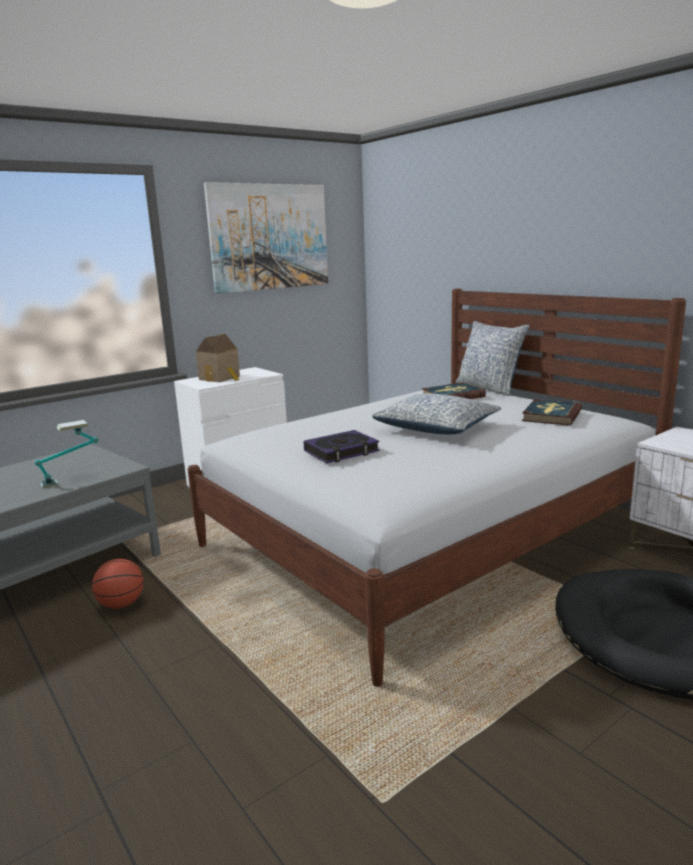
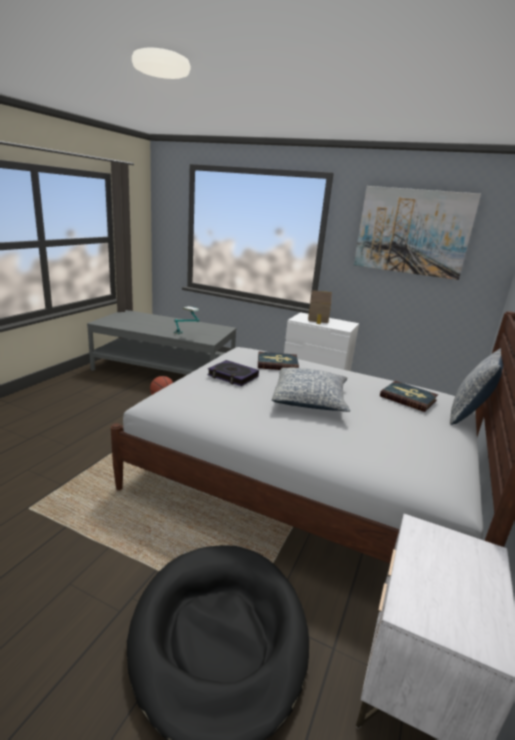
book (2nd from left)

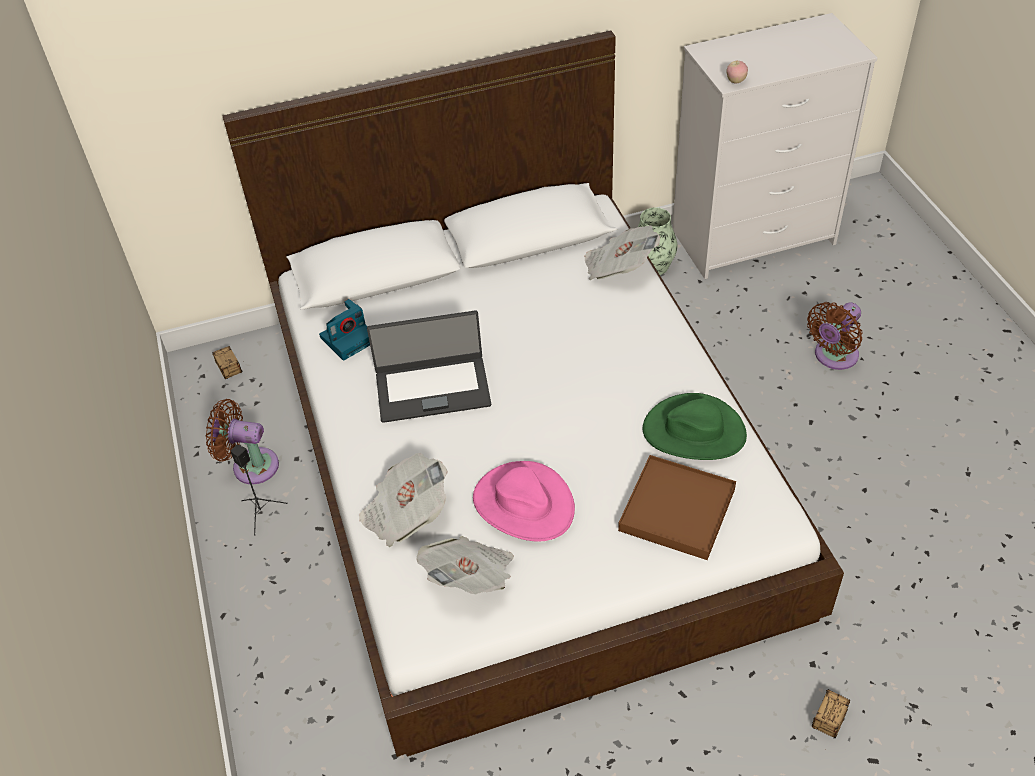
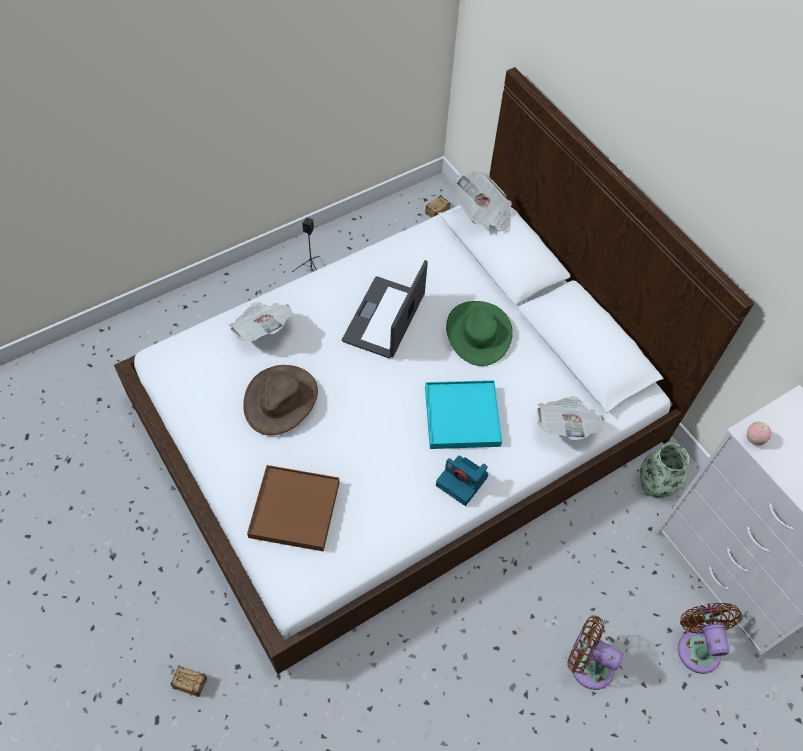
hat/brown
laptop
tray/turquoise
photo camera
hat/green
newspaper (2nd from left)
fan/brown (2nd from left)

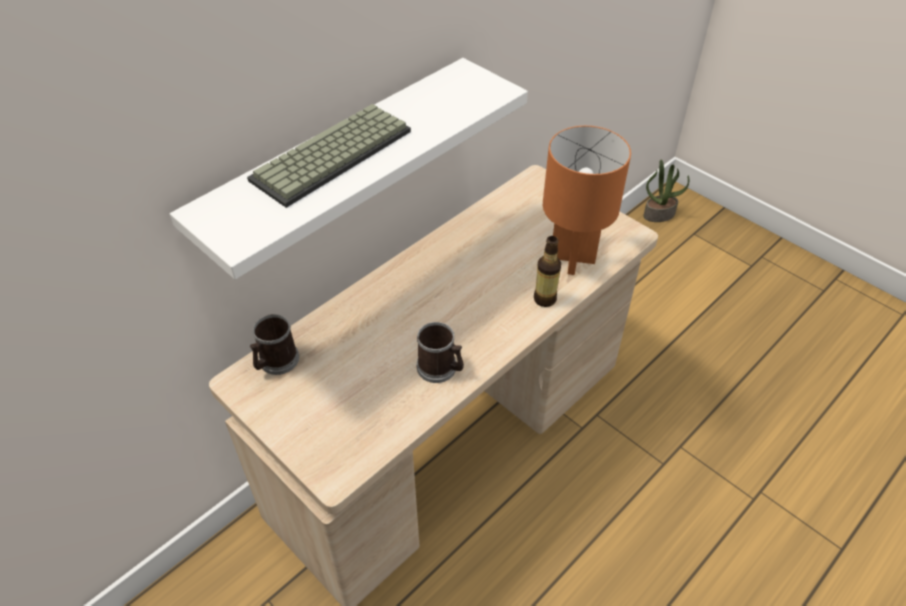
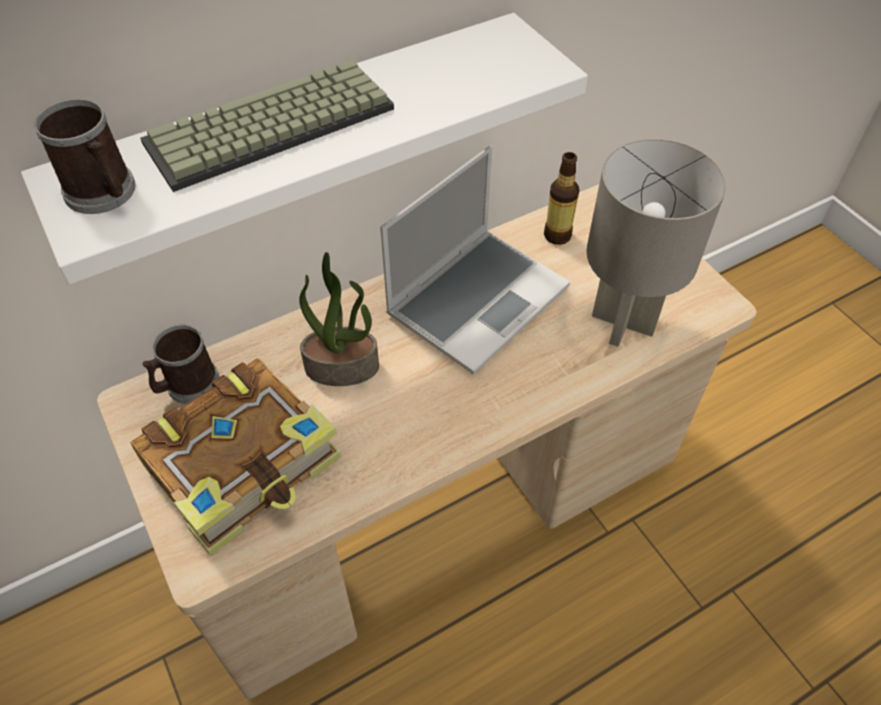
mug (1st from left)
book
potted plant
laptop
bottle
table lamp/grey

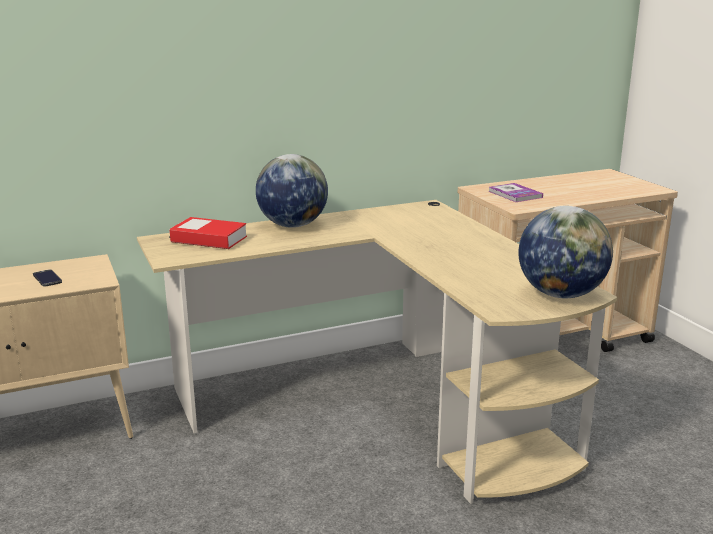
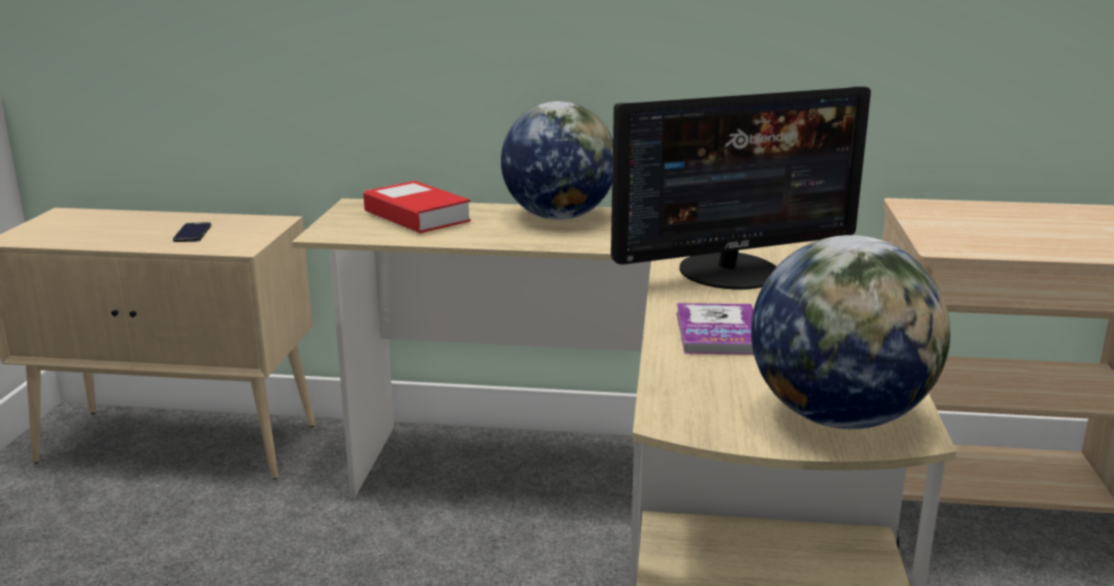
monitor
book (2nd from left)

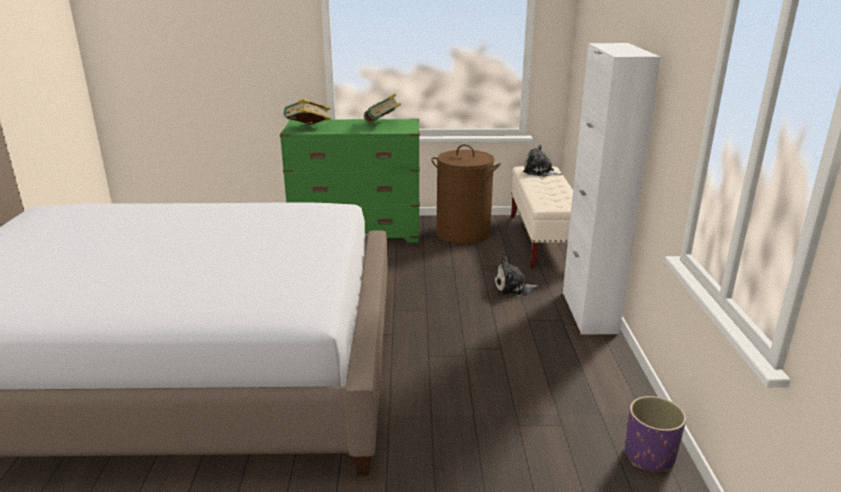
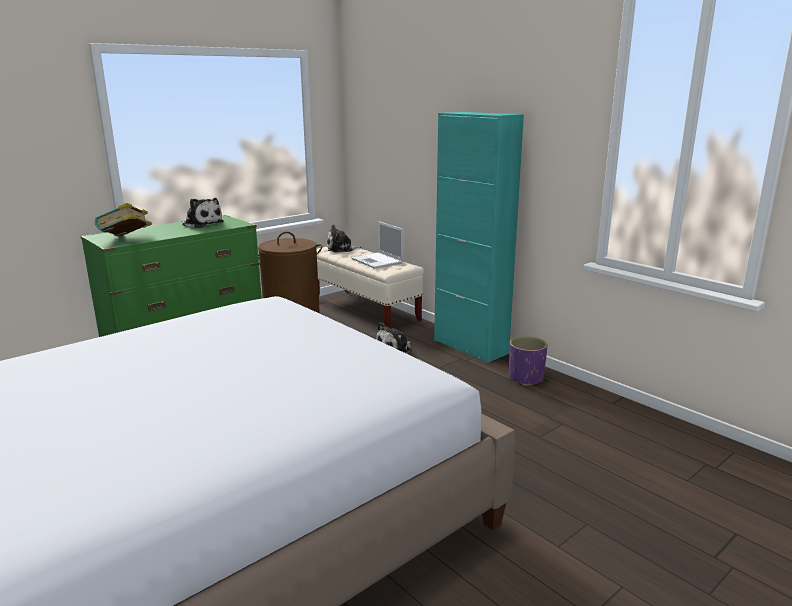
plush toy (1st from left)
laptop
cabinet/turquoise
planter/purple

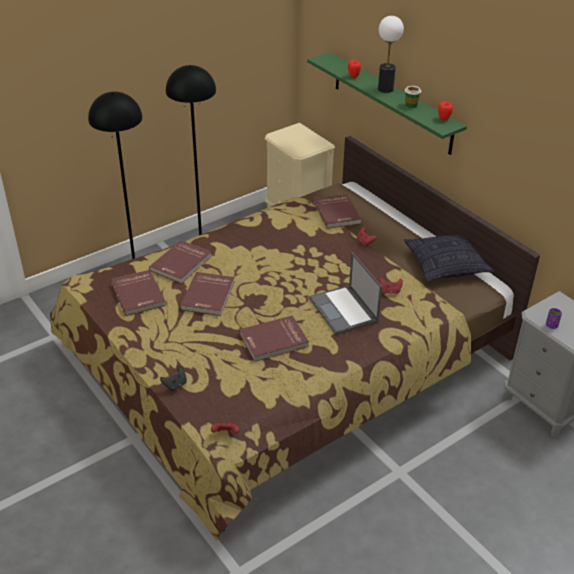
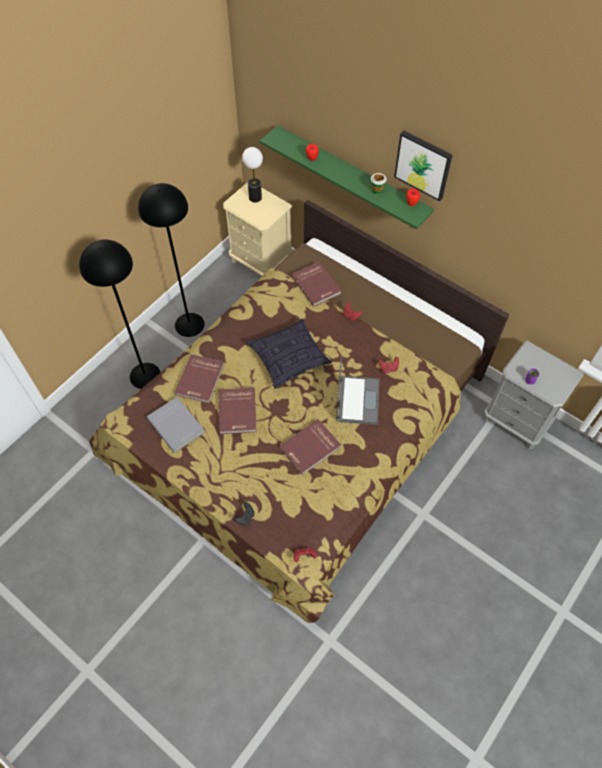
book/grey
table lamp
pillow
laptop
picture

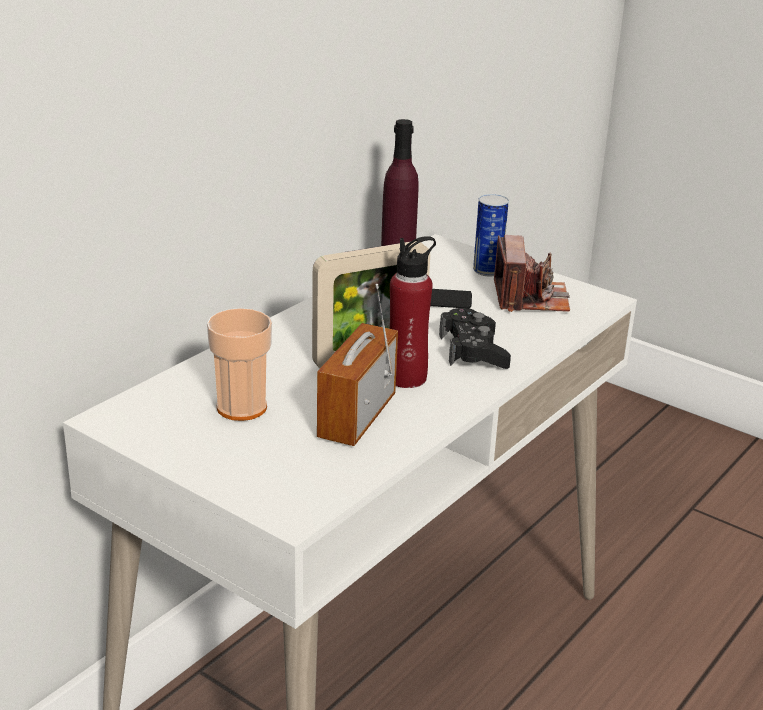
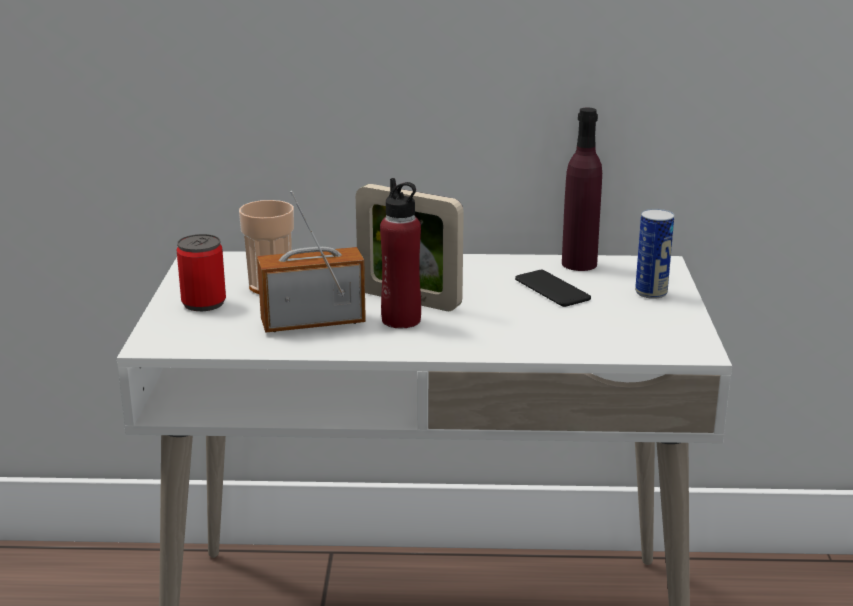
can (1st from left)
game controller/black
photo camera

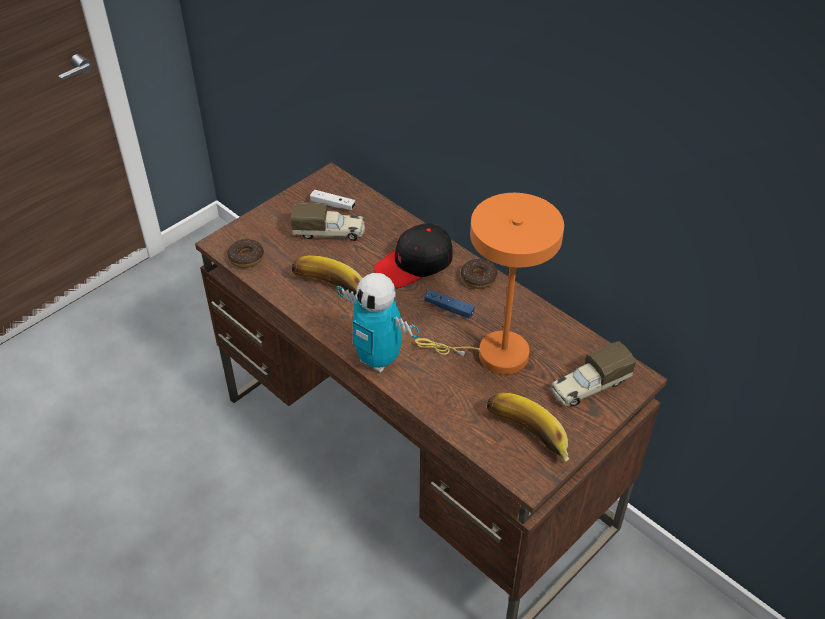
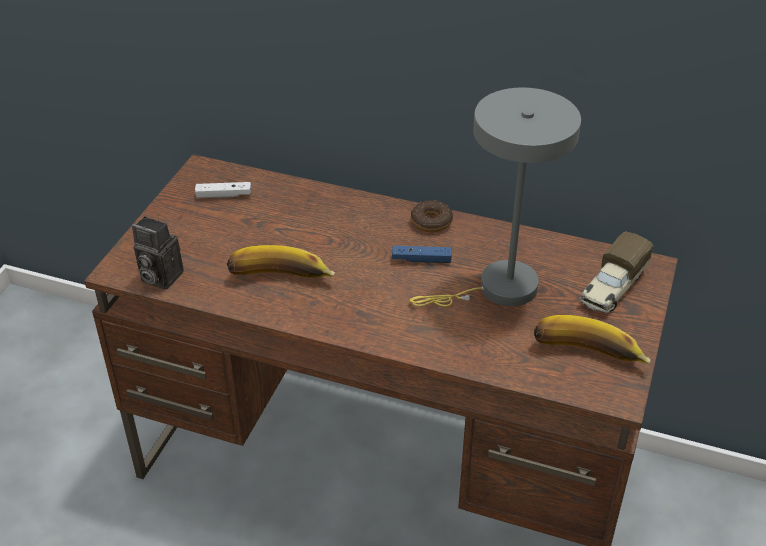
photo camera
table lamp/grey
toy truck (1st from left in the first image)
toy robot
cap/black

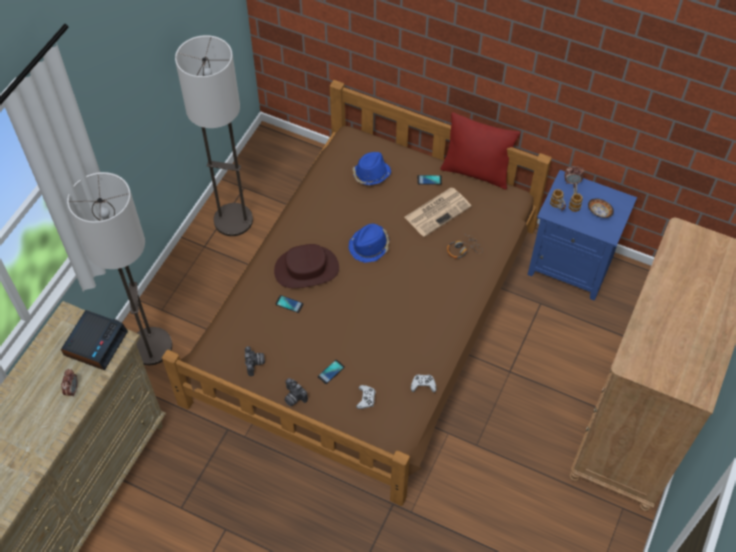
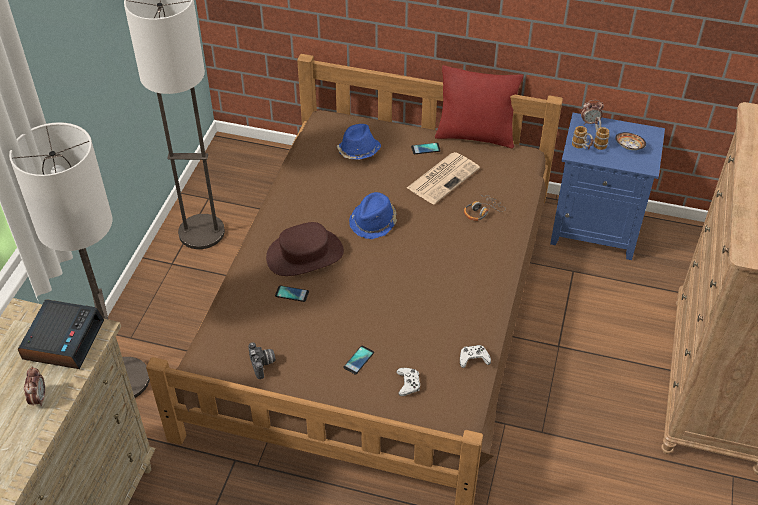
photo camera (2nd from left in the first image)

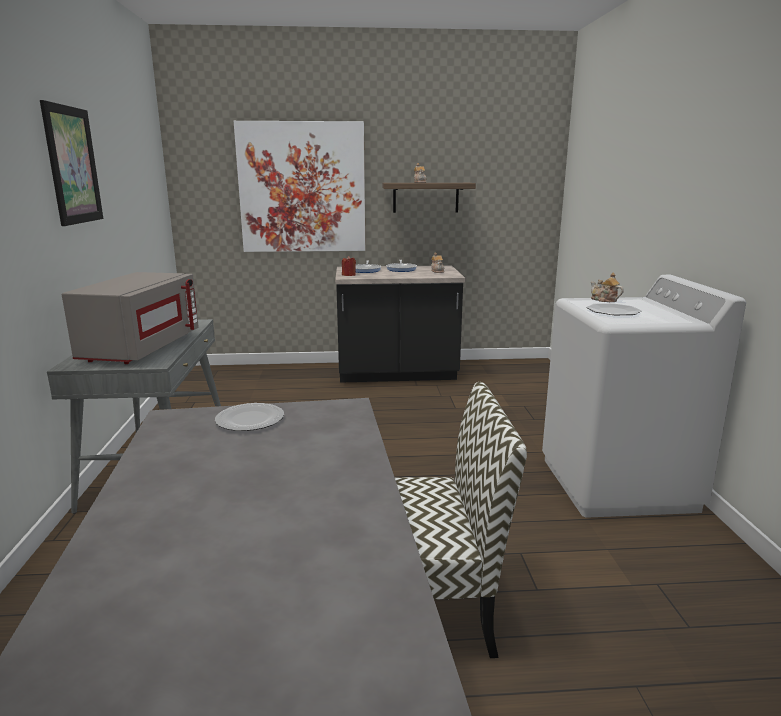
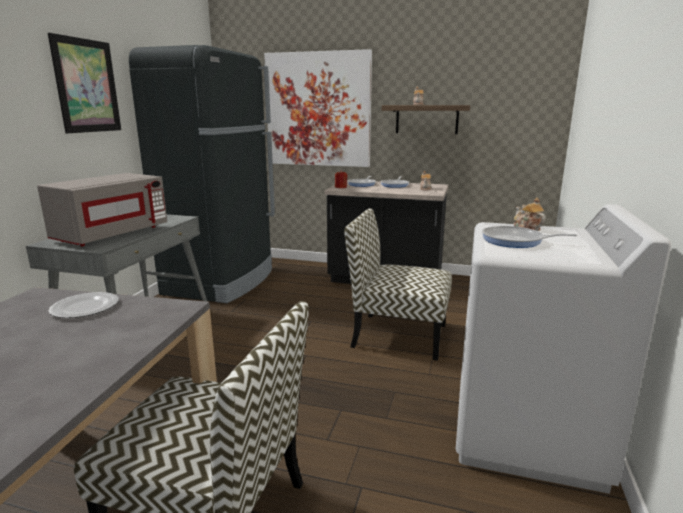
fridge/black
chair (2nd from left)
frying pan (3rd from left)

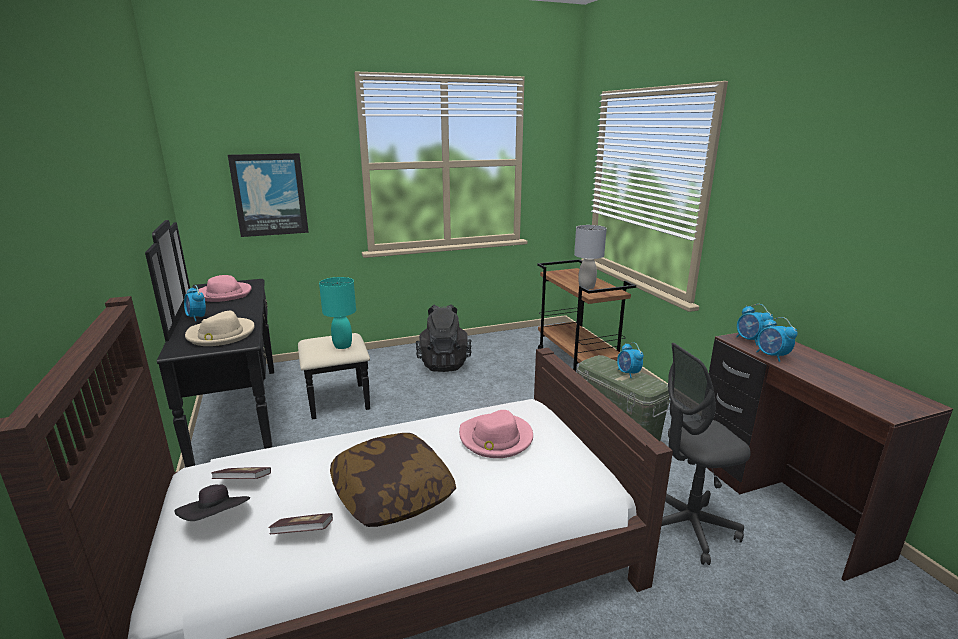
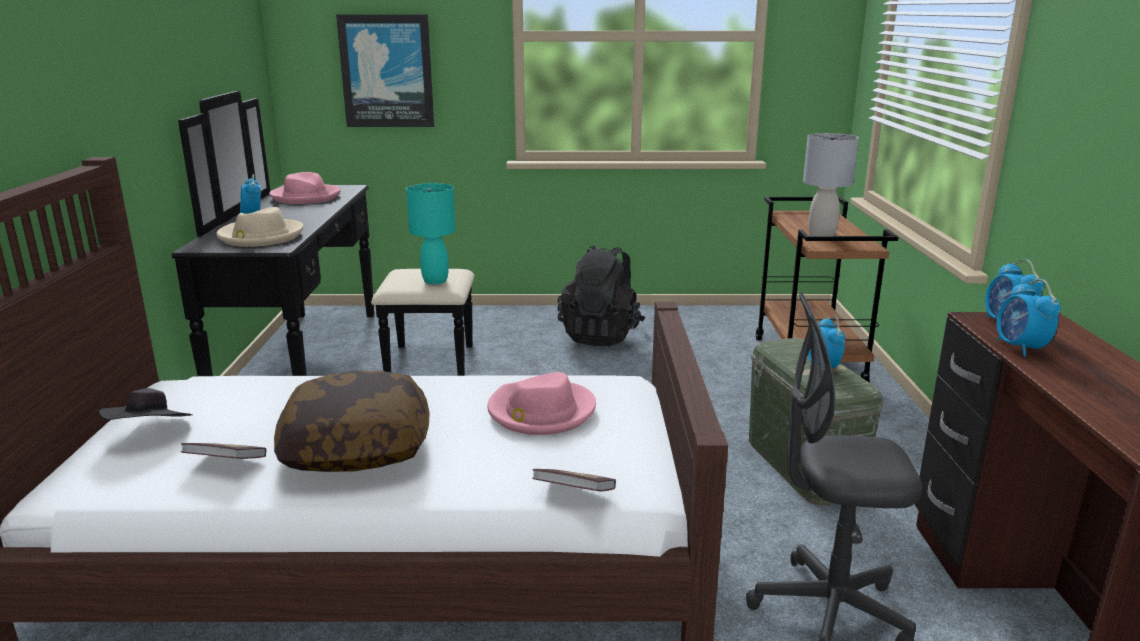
book (2nd from left)

